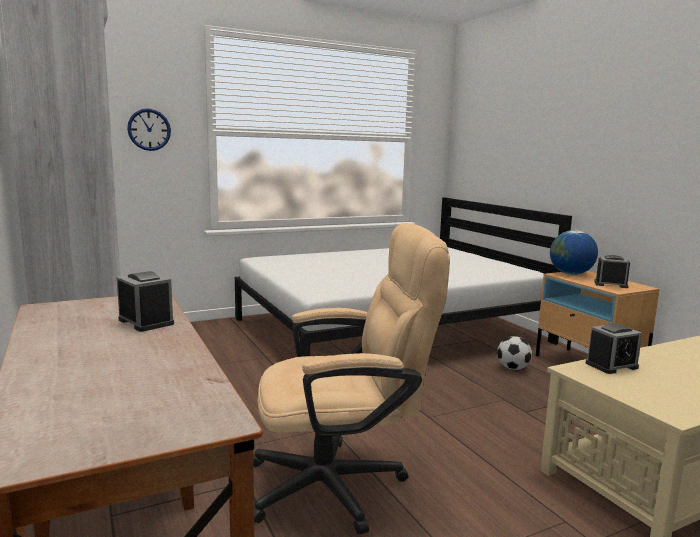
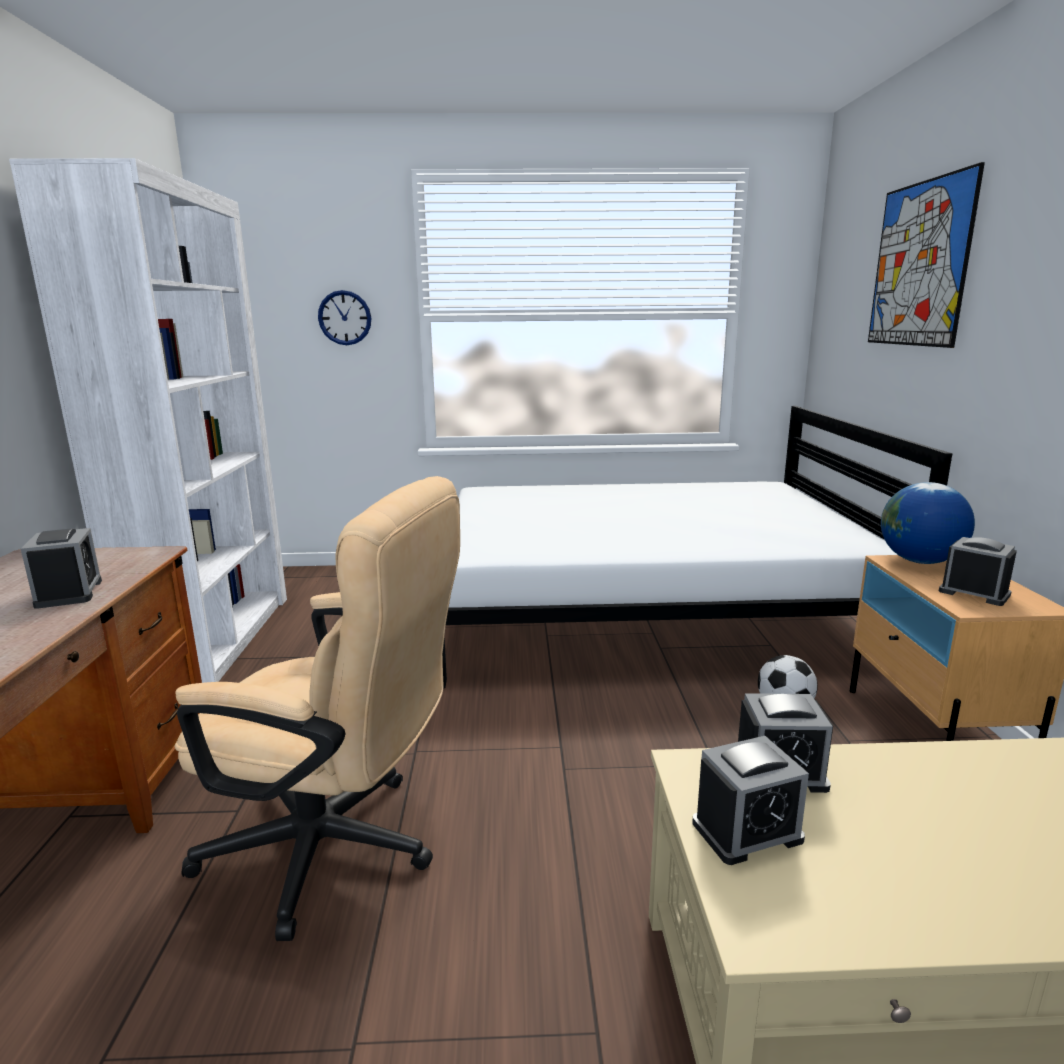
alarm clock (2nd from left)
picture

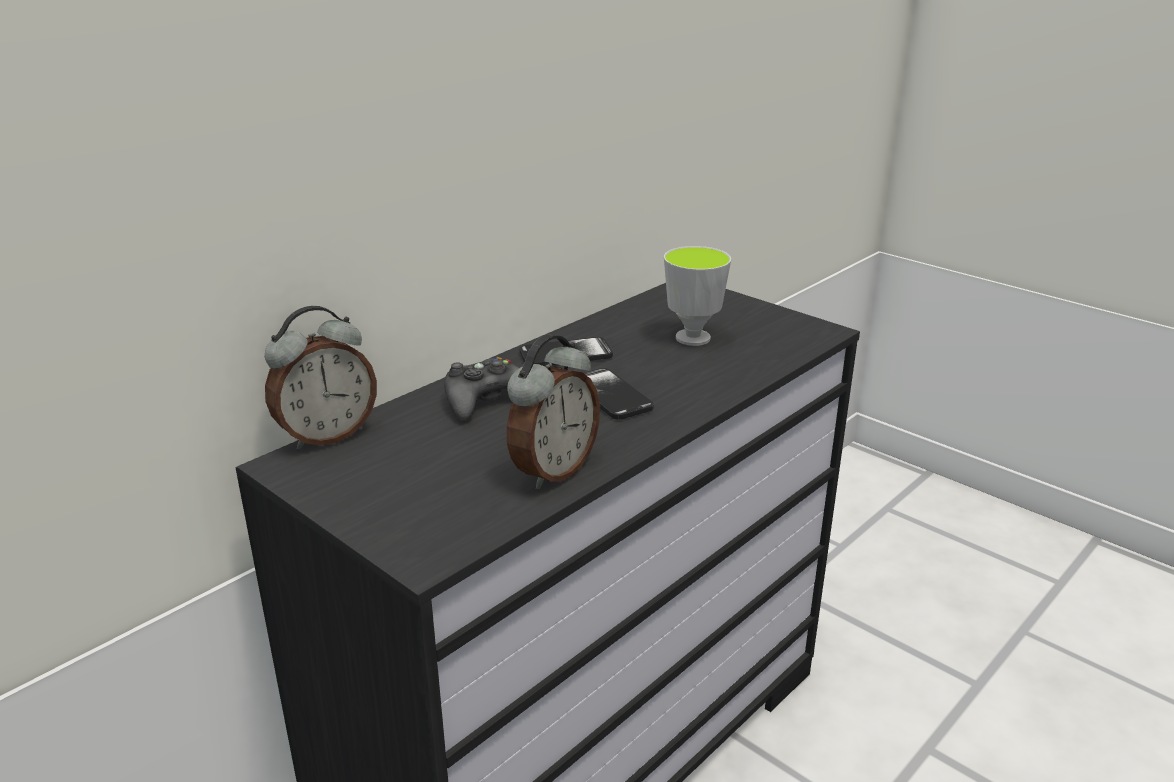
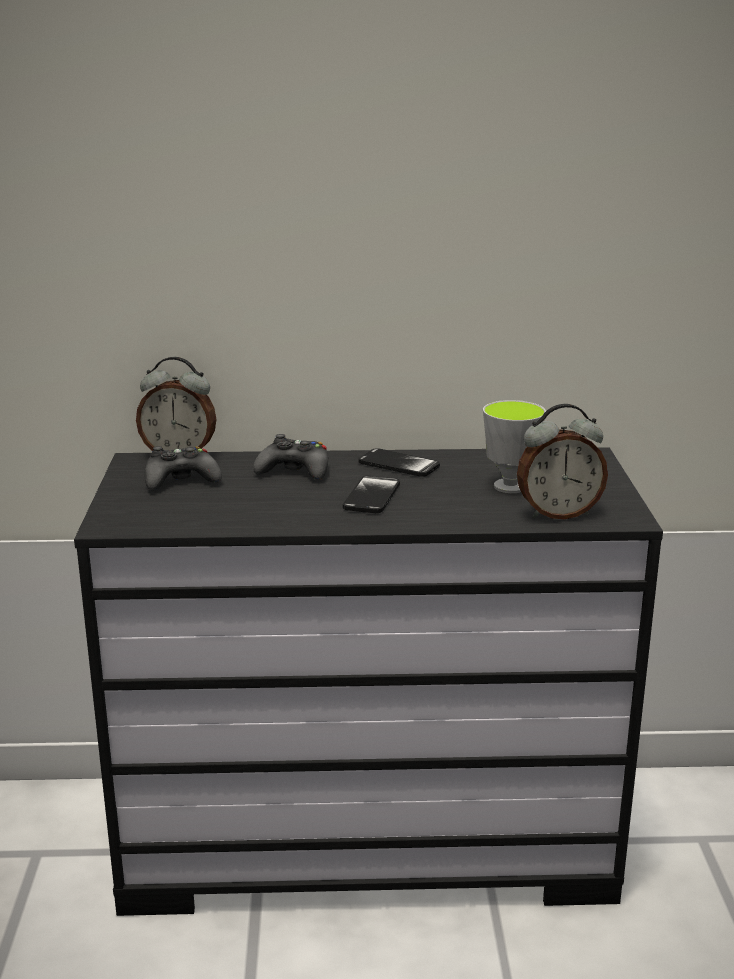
game controller/black (1st from left)
alarm clock (2nd from left)

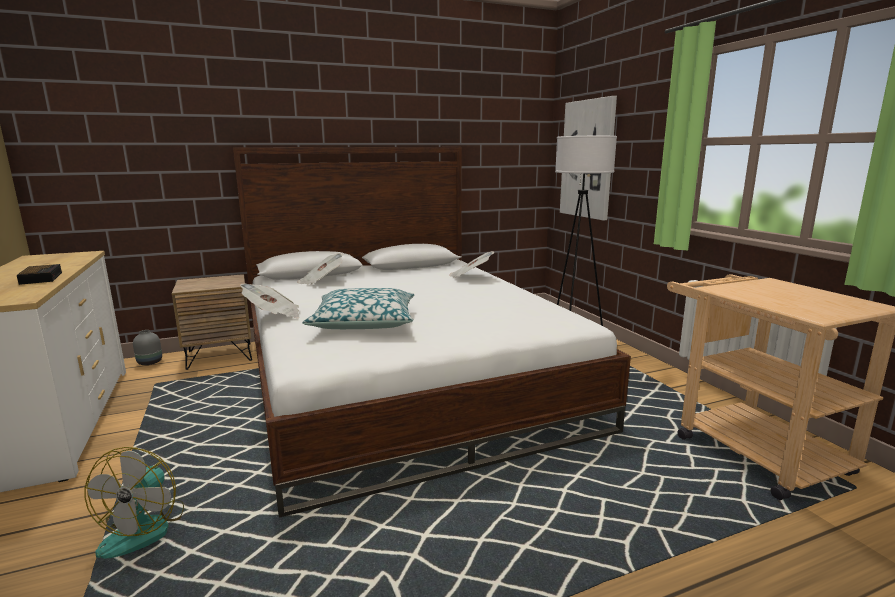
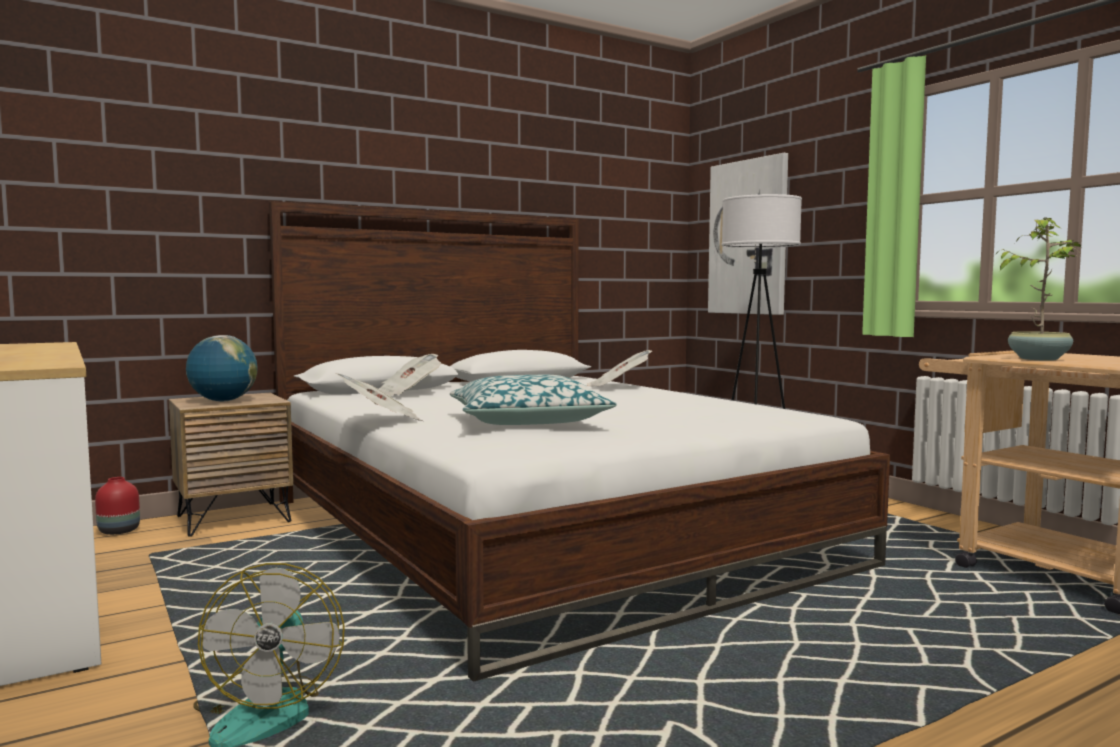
vase/red
globe
potted plant
alarm clock

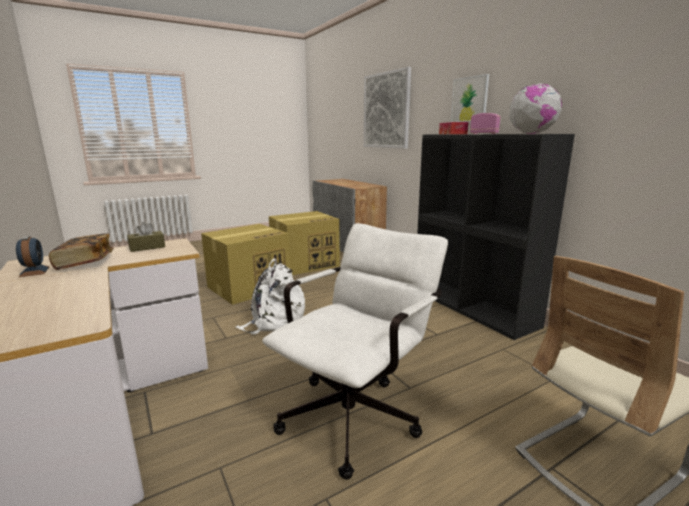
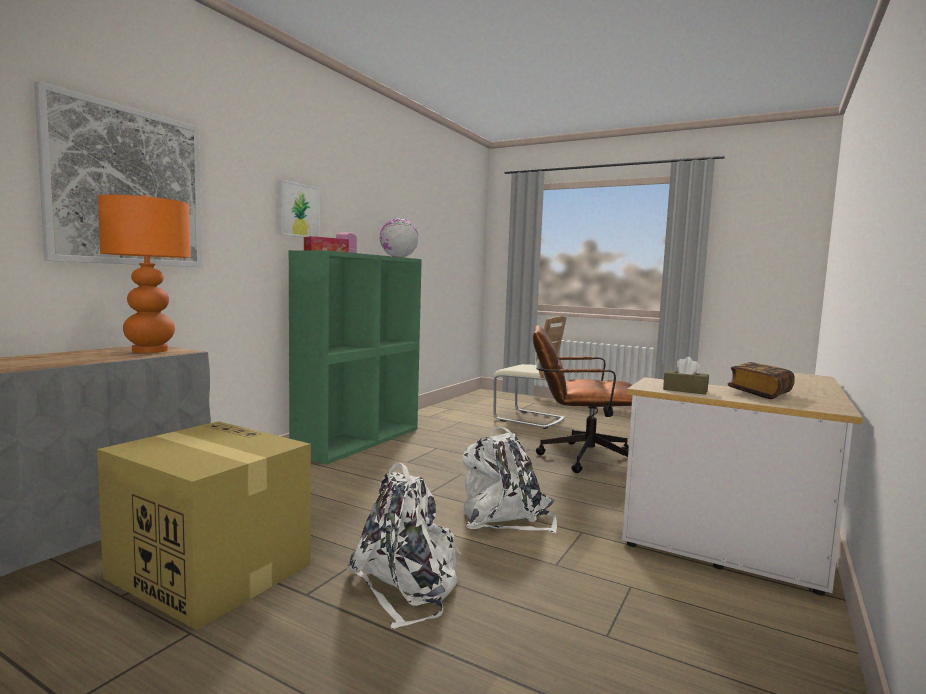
table lamp/orange
bookcase/green
backpack/white (1st from left)
office chair/brown
alarm clock

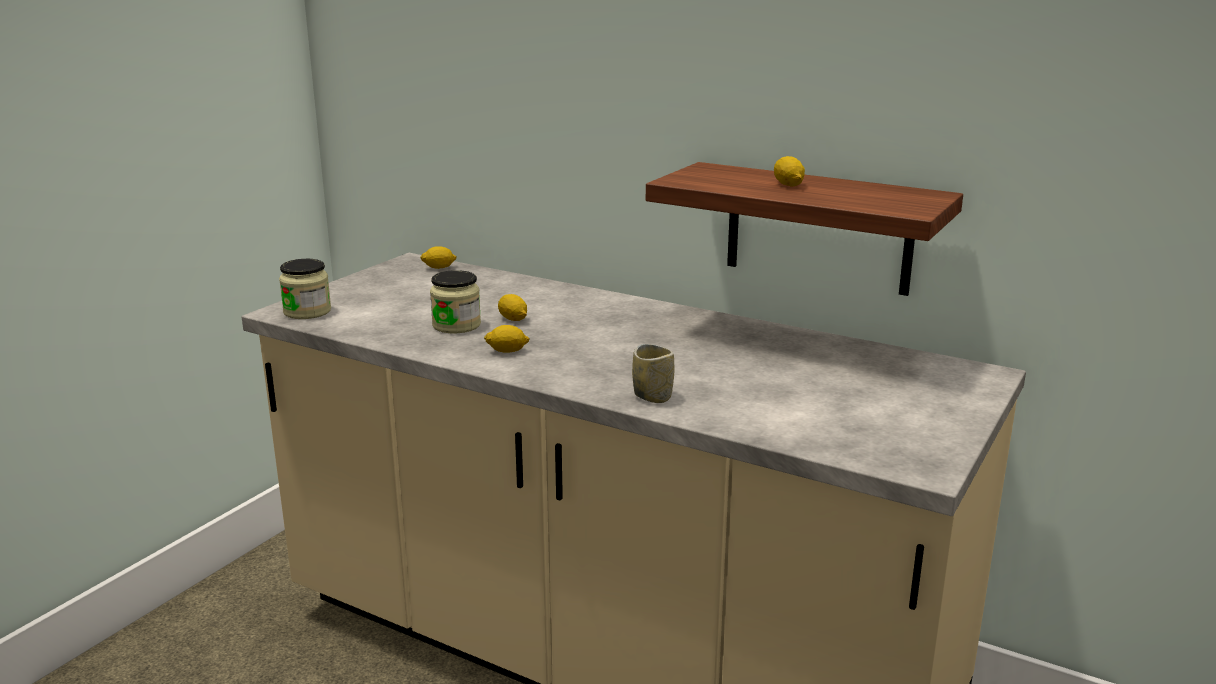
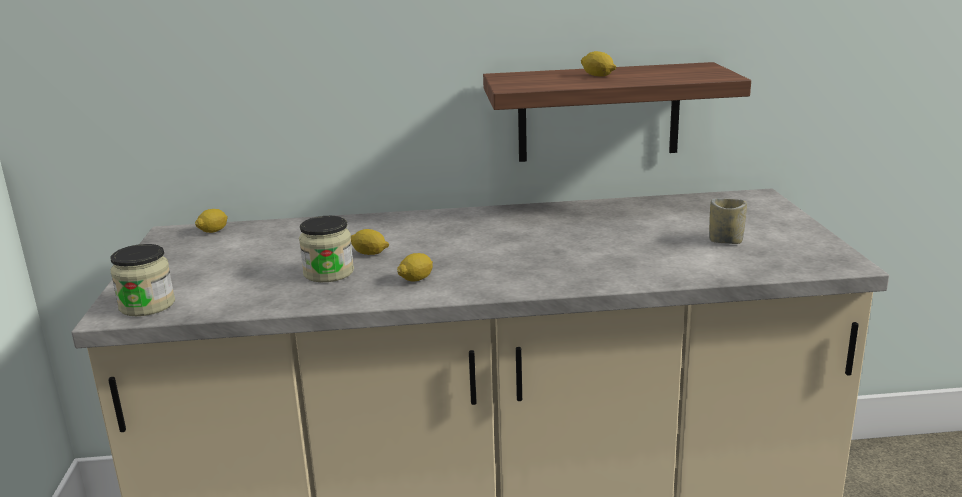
cup

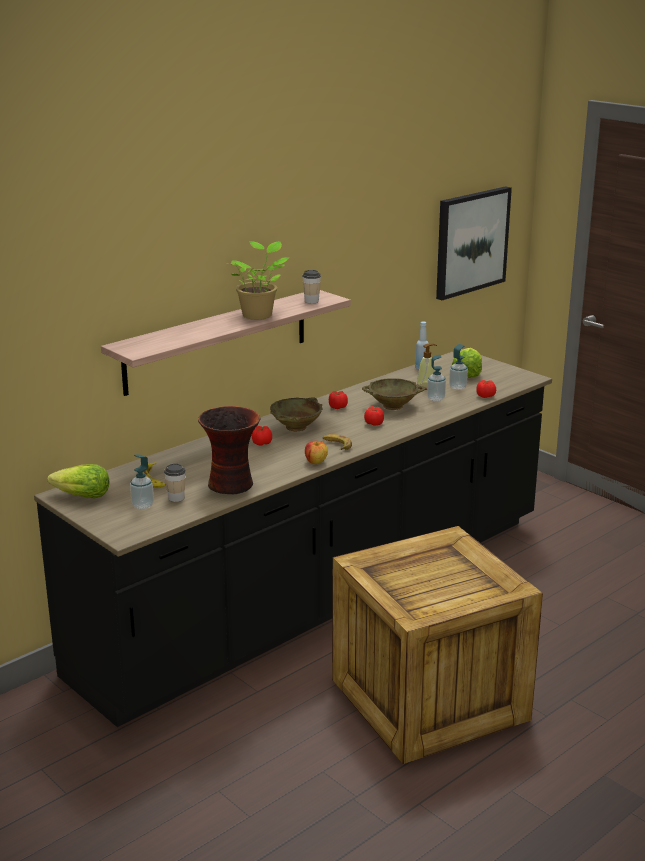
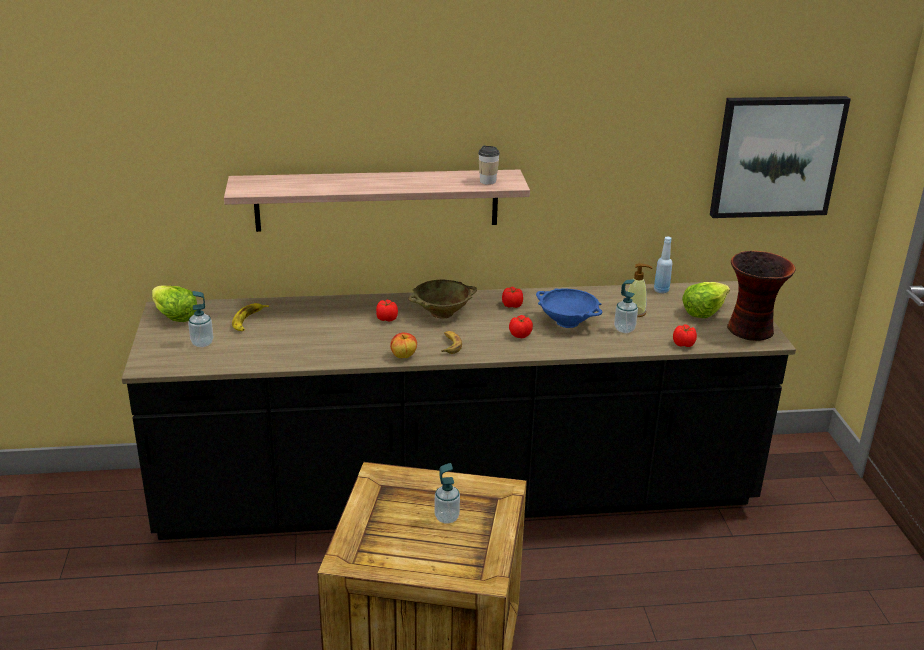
soap dispenser (2nd from left)
bowl/blue
vase
cup (1st from left in the first image)
potted plant

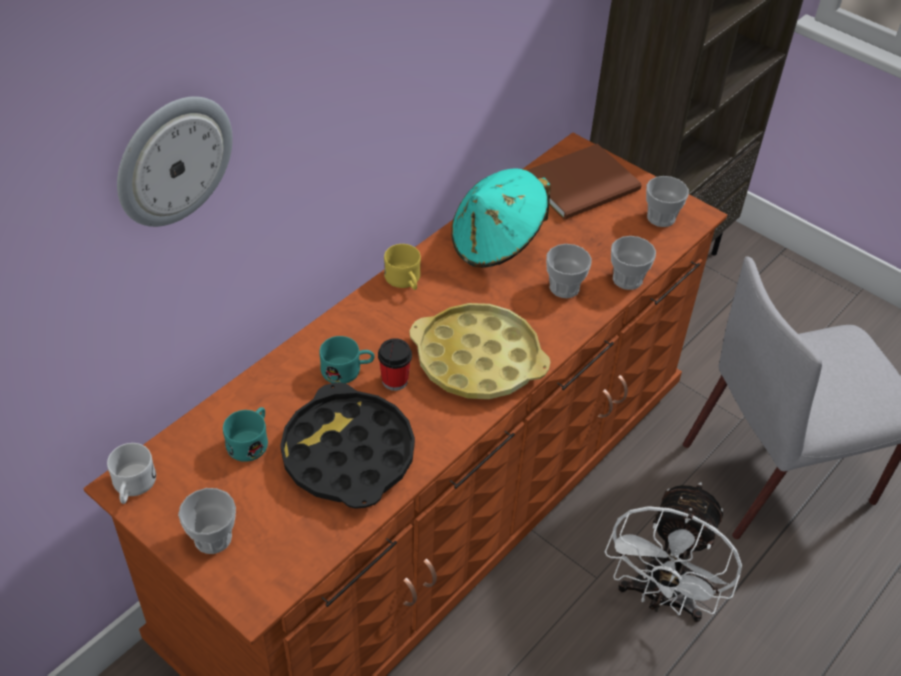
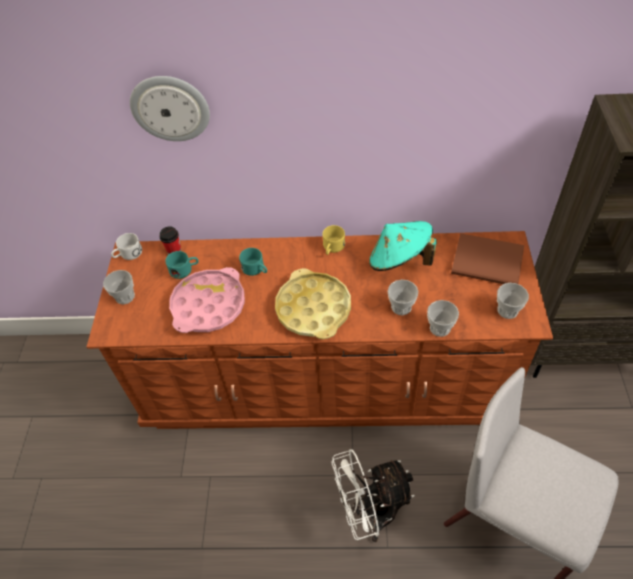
cup (2nd from left)
tray/pink

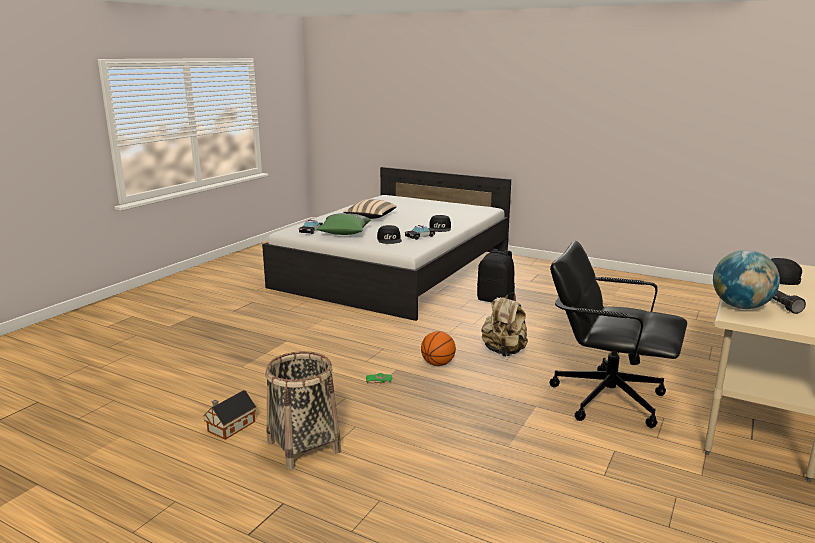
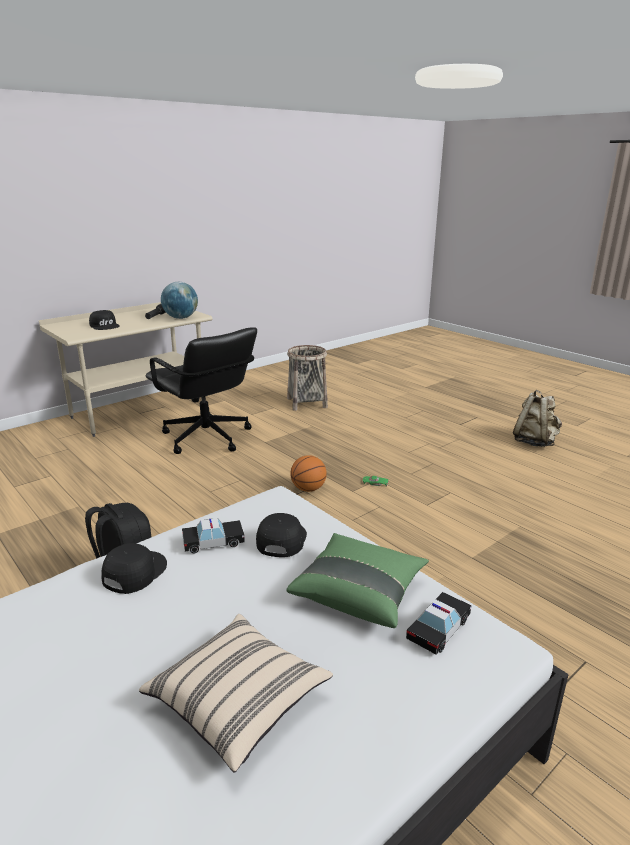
basket
backpack/beige
toy house

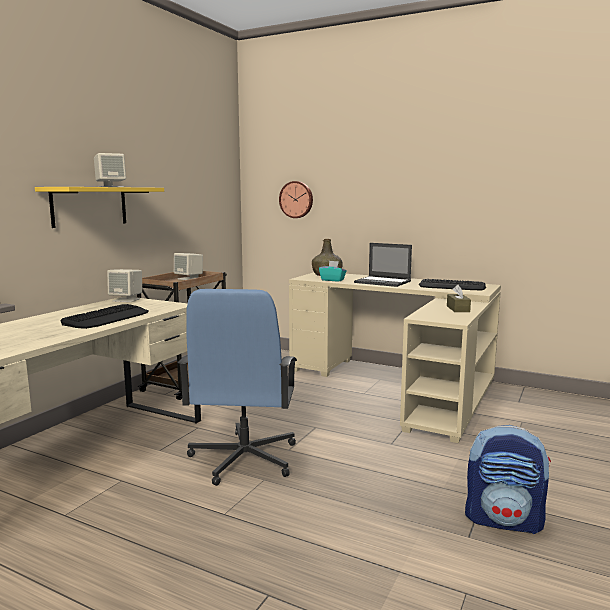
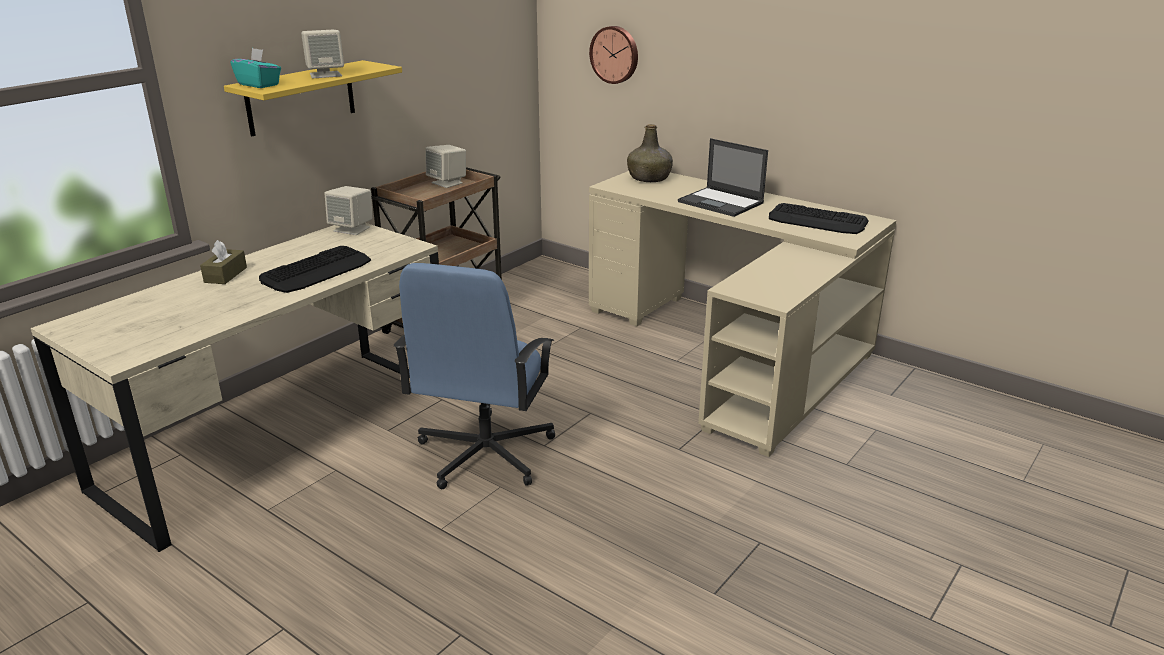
tissue box/brown
tissue box/turquoise
backpack

